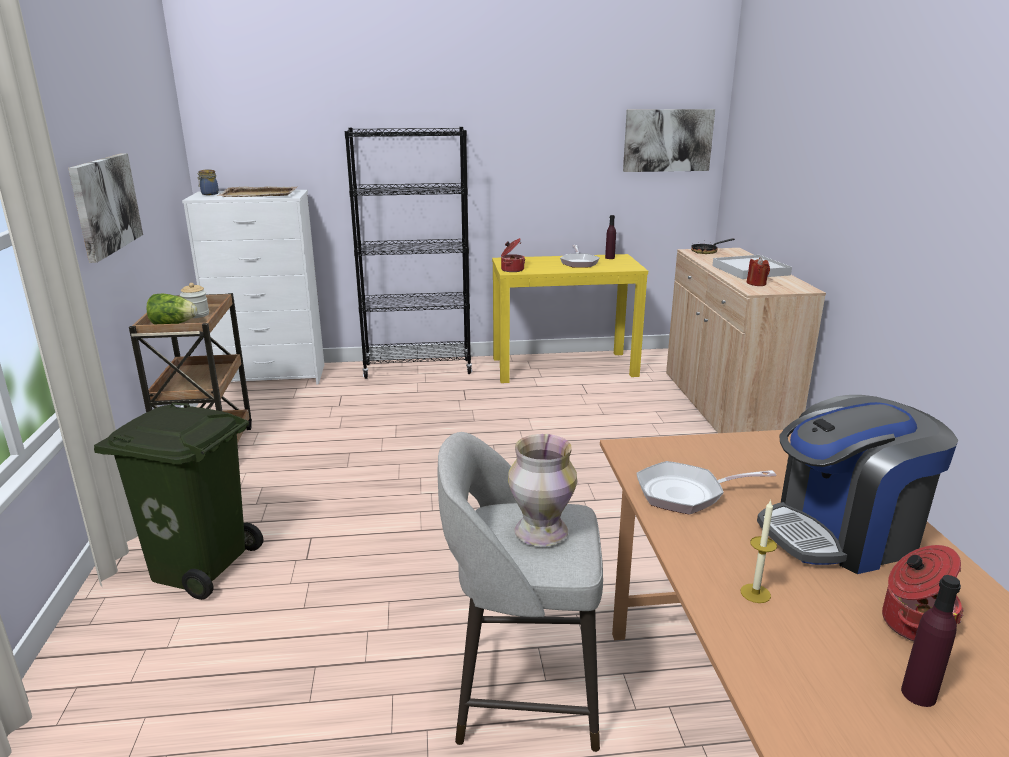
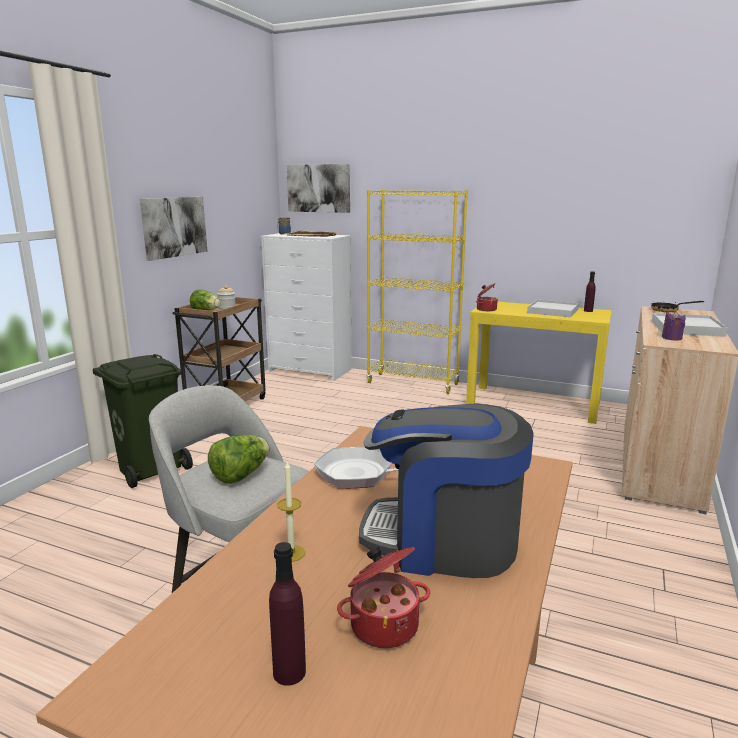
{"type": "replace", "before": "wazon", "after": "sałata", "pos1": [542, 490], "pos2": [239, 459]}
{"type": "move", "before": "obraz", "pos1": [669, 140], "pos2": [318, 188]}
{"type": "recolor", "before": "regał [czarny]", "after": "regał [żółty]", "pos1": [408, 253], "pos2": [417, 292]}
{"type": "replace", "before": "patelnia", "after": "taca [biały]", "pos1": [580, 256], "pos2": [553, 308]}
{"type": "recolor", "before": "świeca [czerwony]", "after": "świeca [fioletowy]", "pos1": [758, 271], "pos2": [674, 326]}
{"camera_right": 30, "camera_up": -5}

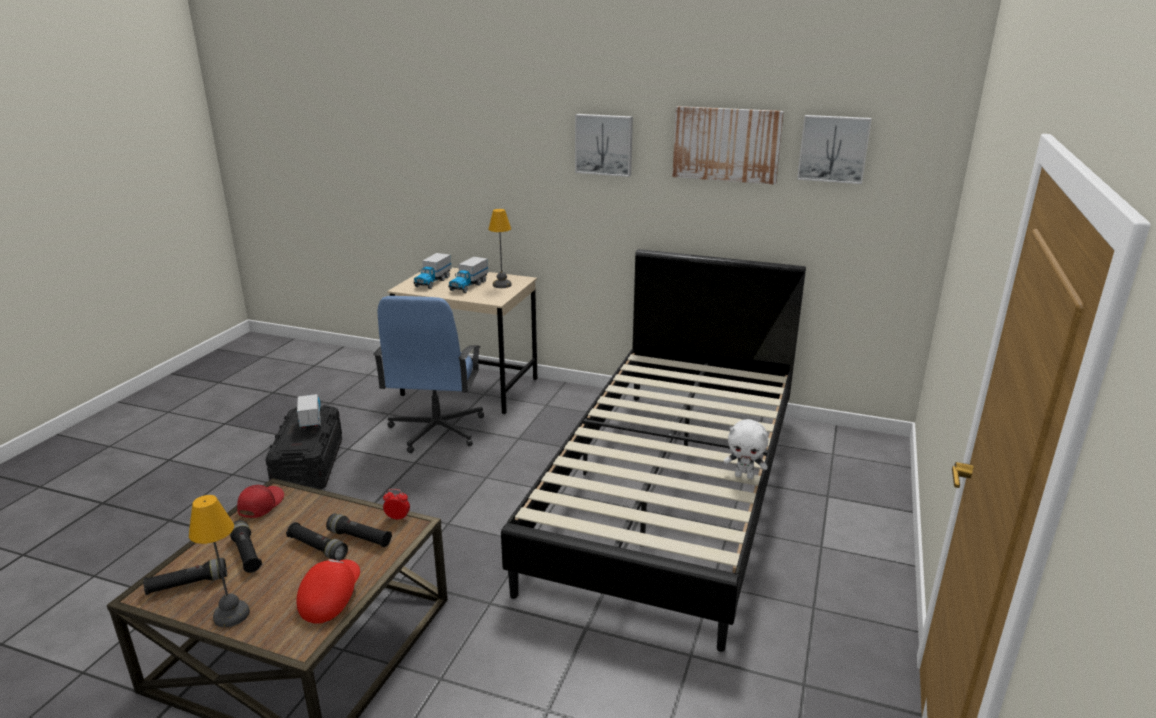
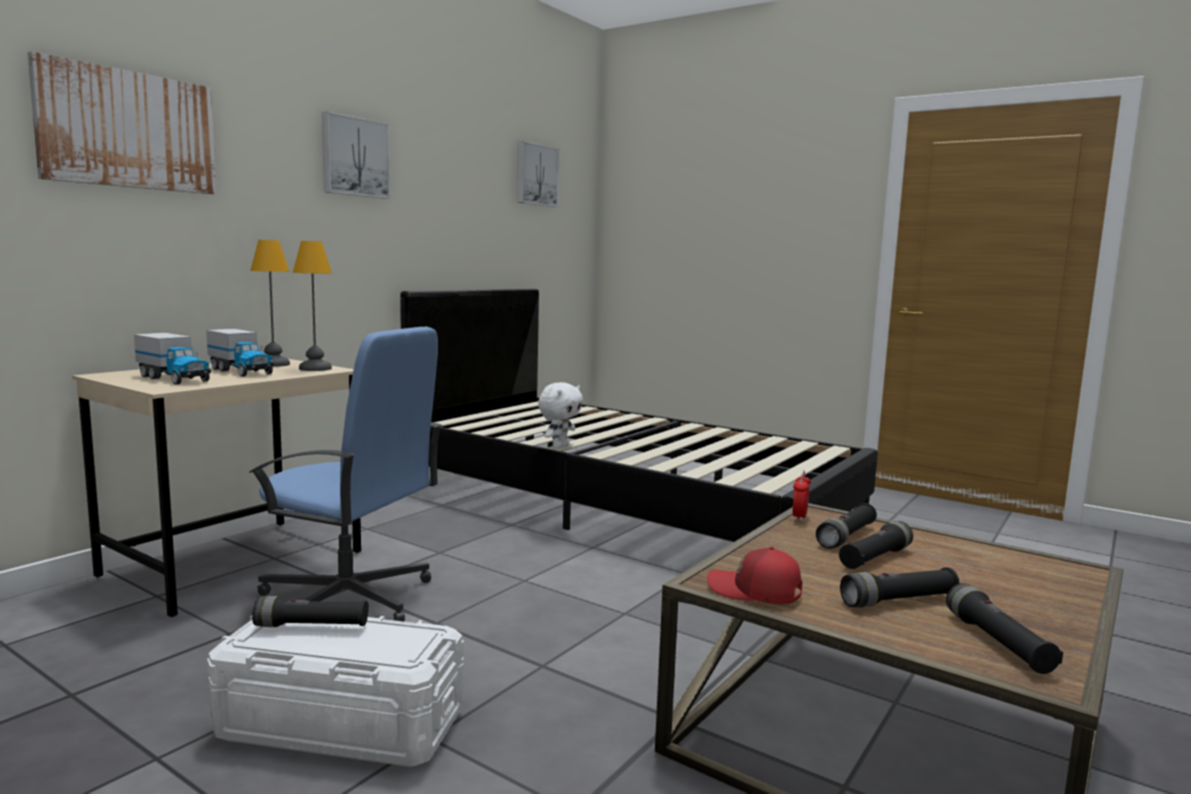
{"type": "move", "before": "obraz", "pos1": [728, 145], "pos2": [121, 122]}
{"type": "recolor", "before": "pojemnik do przechowywania [czarny]", "after": "pojemnik do przechowywania [biały]", "pos1": [304, 447], "pos2": [335, 691]}
{"type": "replace", "before": "ciężarówka zabawkowa", "after": "latarka [czarny]", "pos1": [309, 412], "pos2": [310, 611]}
{"type": "move", "before": "lampa stołowa", "pos1": [219, 561], "pos2": [312, 306]}
{"type": "move", "before": "pluszak [biały]", "pos1": [746, 449], "pos2": [560, 415]}
{"type": "delete", "before": "czapka z daszkiem [czerwony]", "pos1": [328, 591]}
{"camera_right": -75, "camera_up": -15}

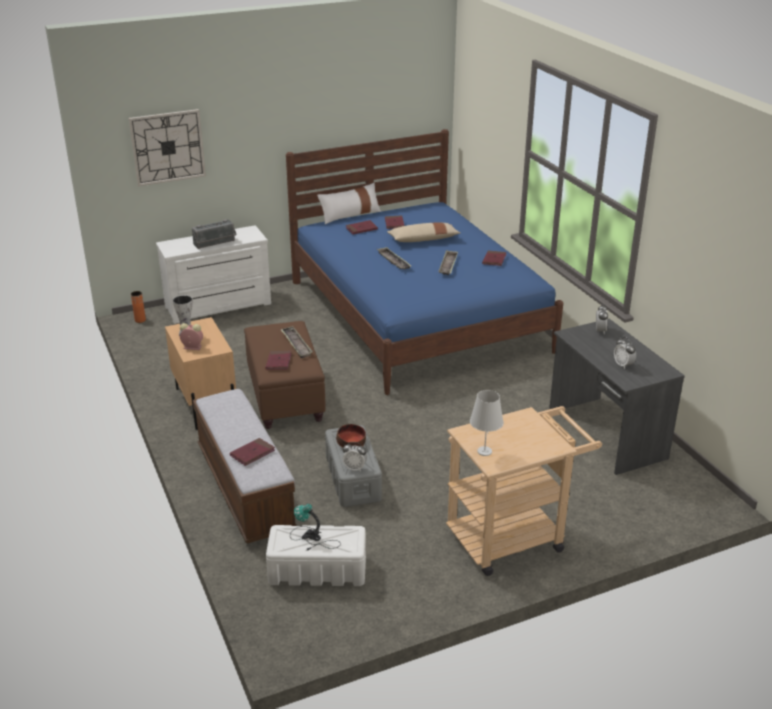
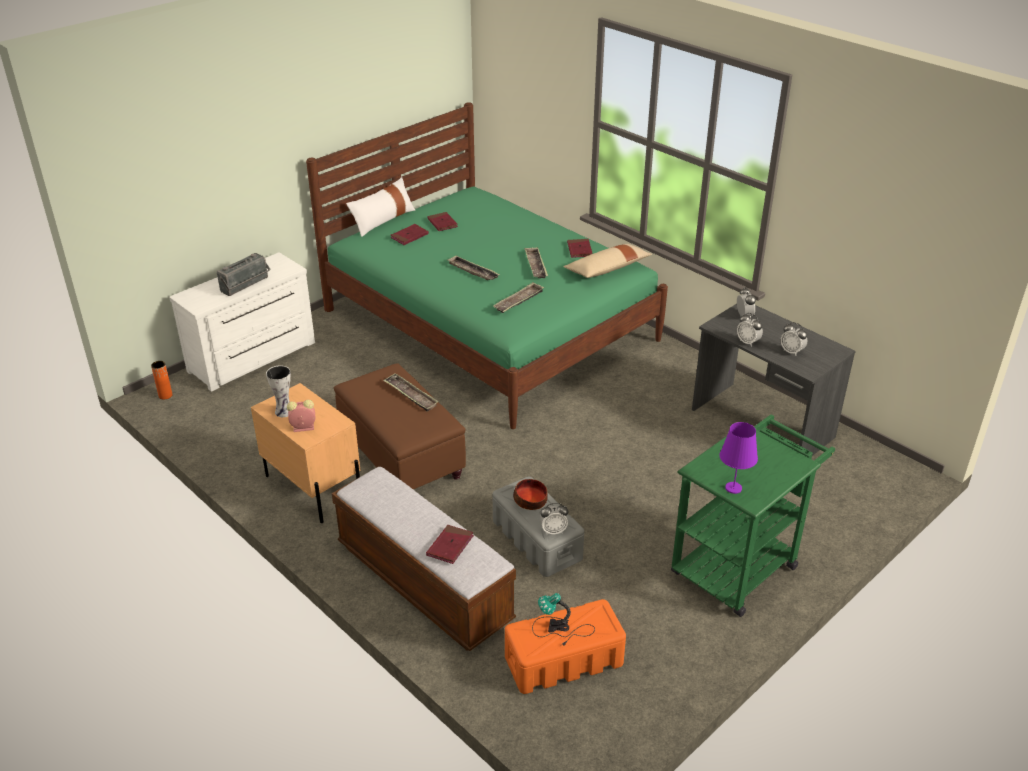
{"type": "recolor", "before": "łóżko [niebieski]", "after": "łóżko [zielony]", "pos1": [424, 262], "pos2": [487, 265]}
{"type": "insert", "after": "taca", "pos2": [518, 297]}
{"type": "recolor", "before": "pojemnik do przechowywania [biały]", "after": "pojemnik do przechowywania [pomarańczowy]", "pos1": [316, 555], "pos2": [565, 646]}
{"type": "move", "before": "poduszka [beżowy]", "pos1": [424, 232], "pos2": [608, 261]}
{"type": "recolor", "before": "wózek [beżowy]", "after": "wózek [zielony]", "pos1": [524, 491], "pos2": [753, 516]}
{"type": "recolor", "before": "lampa stołowa [biały]", "after": "lampa stołowa [fioletowy]", "pos1": [487, 423], "pos2": [738, 458]}
{"type": "insert", "after": "budzik", "pos2": [750, 330]}
{"type": "delete", "before": "zegar ścienny", "pos1": [167, 147]}
{"type": "delete", "before": "książka [czerwony]", "pos1": [278, 360]}
{"camera_right": -20, "camera_up": 5}

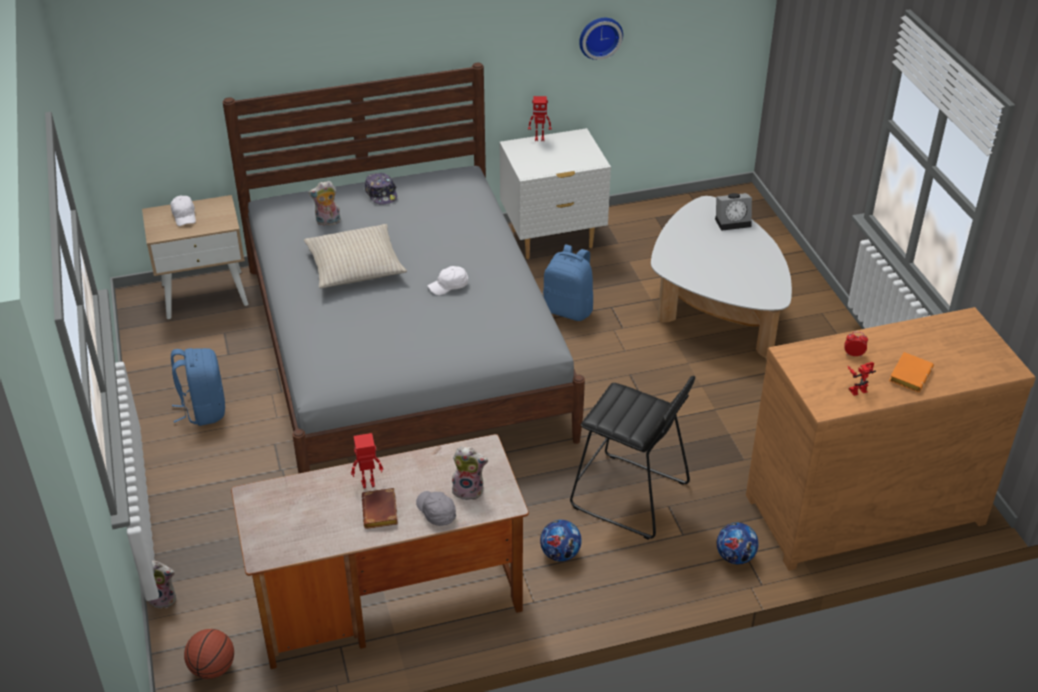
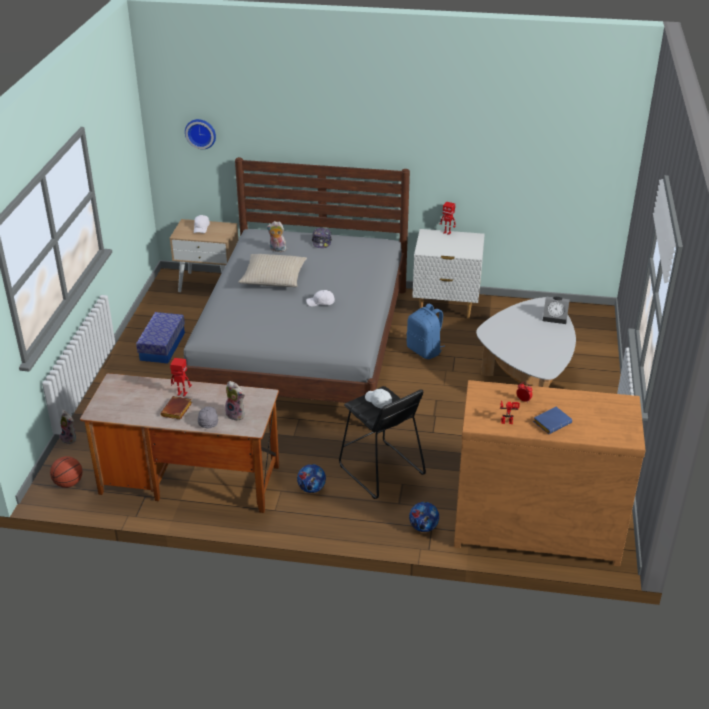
{"type": "replace", "before": "plecak [niebieski]", "after": "pojemnik do przechowywania", "pos1": [198, 387], "pos2": [160, 338]}
{"type": "move", "before": "zegar ścienny", "pos1": [601, 39], "pos2": [200, 134]}
{"type": "insert", "after": "czapka z daszkiem [biały]", "pos2": [378, 399]}
{"type": "recolor", "before": "książka [pomarańczowy]", "after": "książka [niebieski]", "pos1": [911, 372], "pos2": [552, 420]}
{"camera_right": 25, "camera_up": -5}

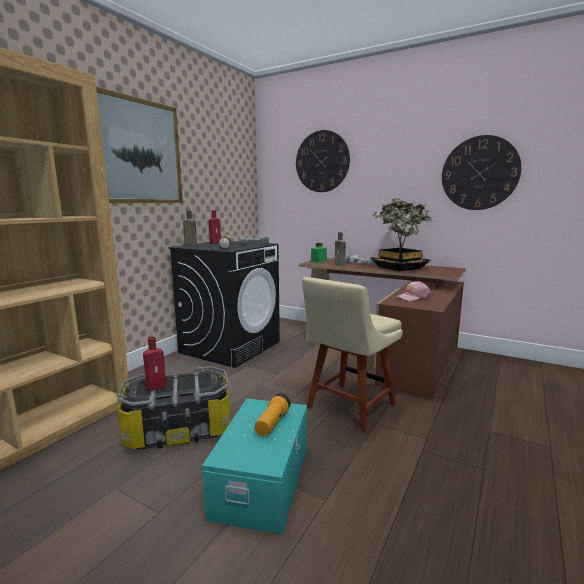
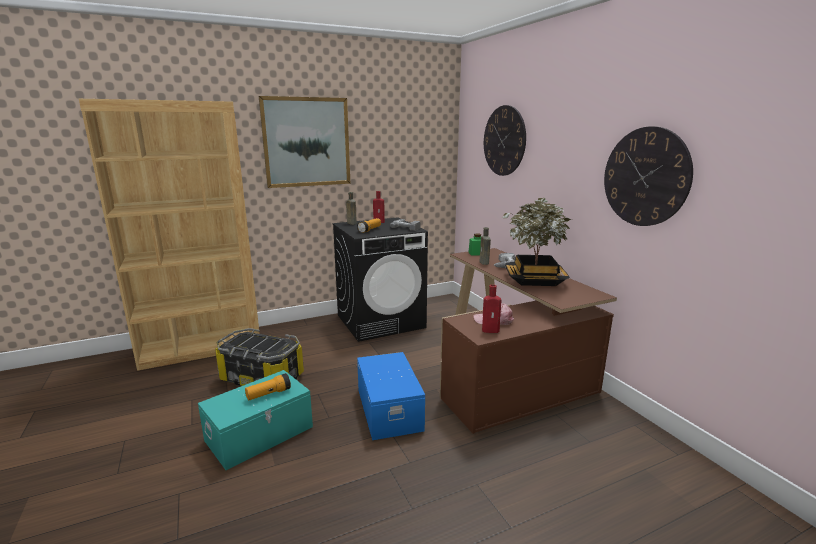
{"type": "replace", "before": "krzesło [beżowy]", "after": "pojemnik do przechowywania [niebieski]", "pos1": [352, 354], "pos2": [391, 396]}
{"type": "move", "before": "butelka [czerwony]", "pos1": [154, 364], "pos2": [491, 308]}
{"camera_right": 35, "camera_up": 5}

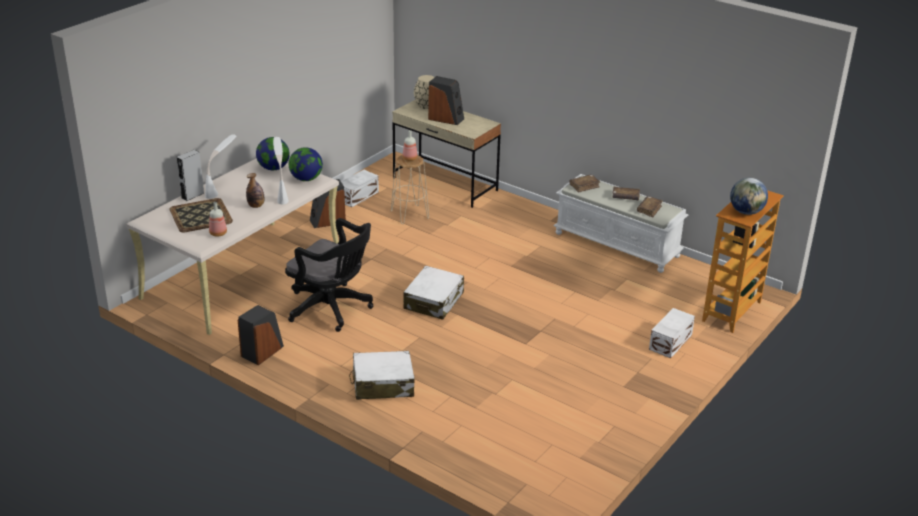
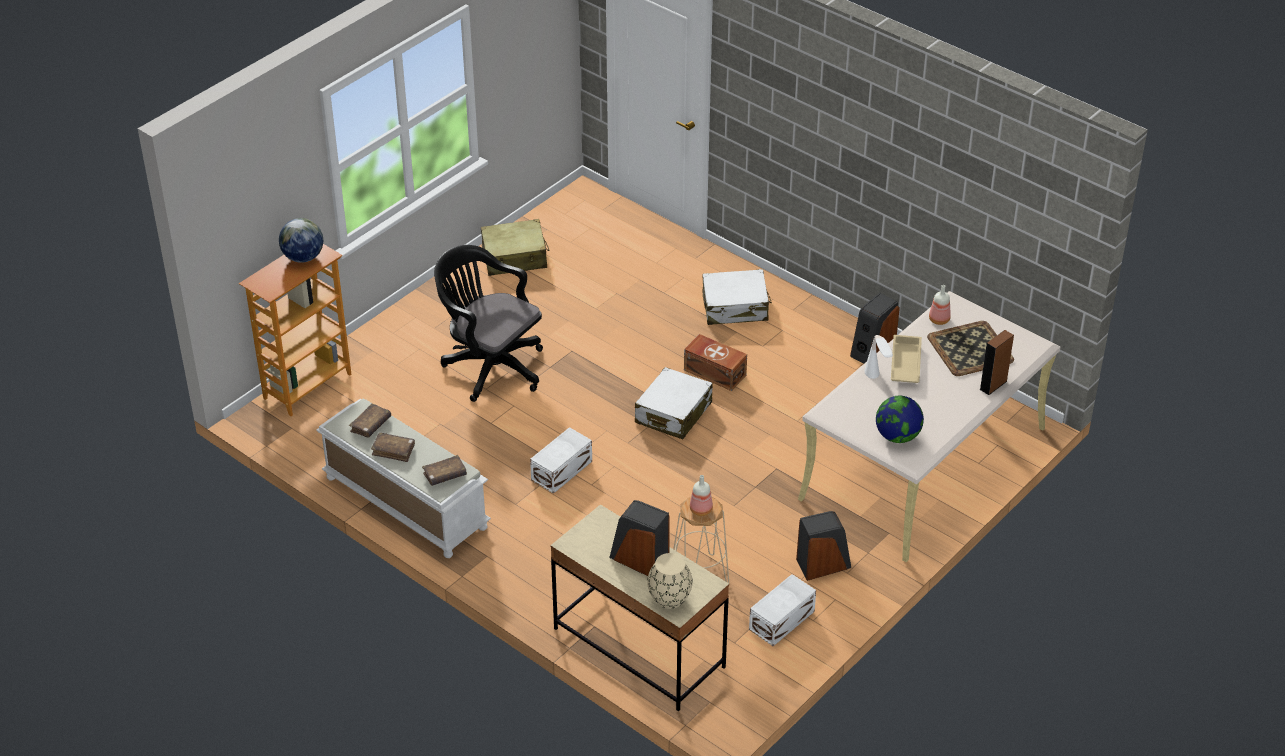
{"type": "move", "before": "krzesło biurowe [czarny]", "pos1": [329, 275], "pos2": [488, 323]}
{"type": "insert", "after": "walizka [beżowy]", "pos2": [515, 247]}
{"type": "move", "before": "pojemnik do przechowywania [biały]", "pos1": [672, 333], "pos2": [561, 460]}
{"type": "insert", "after": "pojemnik do przechowywania [brązowy]", "pos2": [715, 362]}
{"type": "replace", "before": "butelka", "after": "taca [beżowy]", "pos1": [255, 190], "pos2": [906, 359]}
{"type": "recolor", "before": "głośnik [szary]", "after": "głośnik [brązowy]", "pos1": [190, 175], "pos2": [997, 362]}
{"type": "delete", "before": "lampa stołowa [biały]", "pos1": [220, 166]}
{"type": "delete", "before": "globus", "pos1": [306, 164]}
{"camera_right": -175, "camera_up": 10}

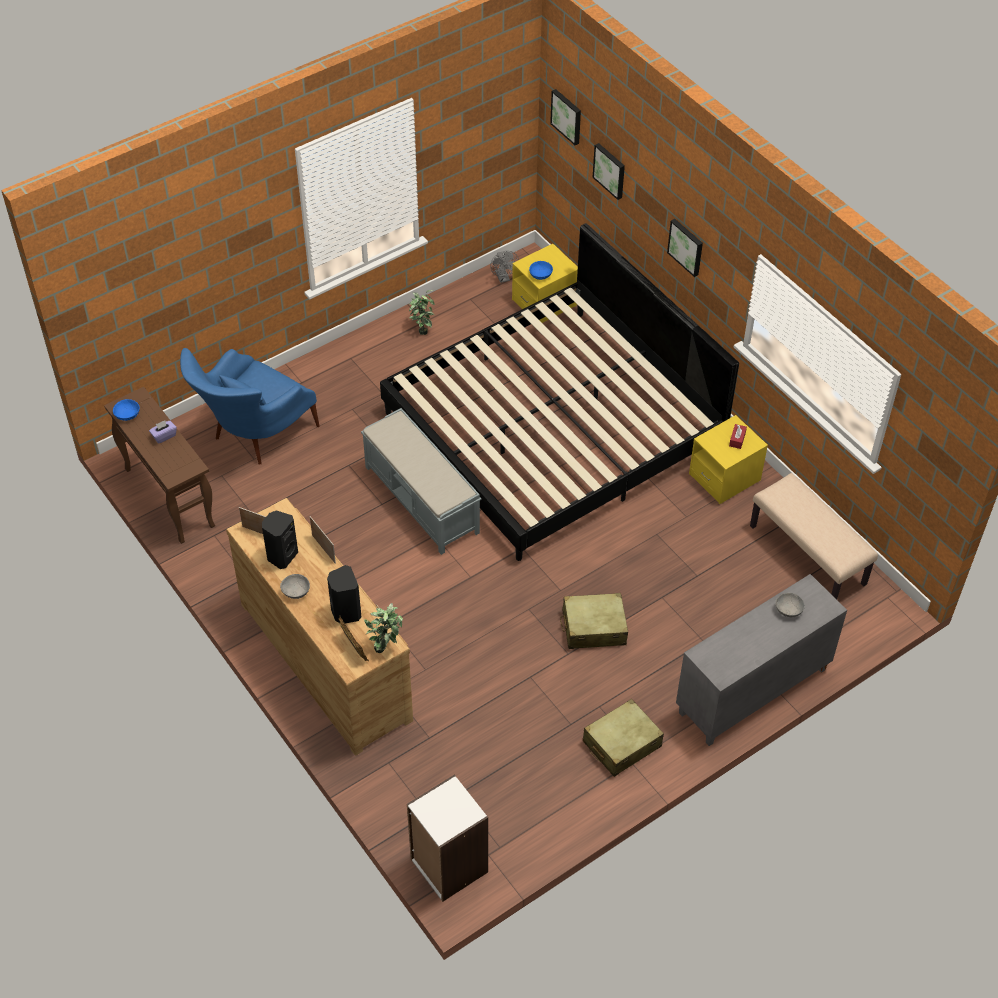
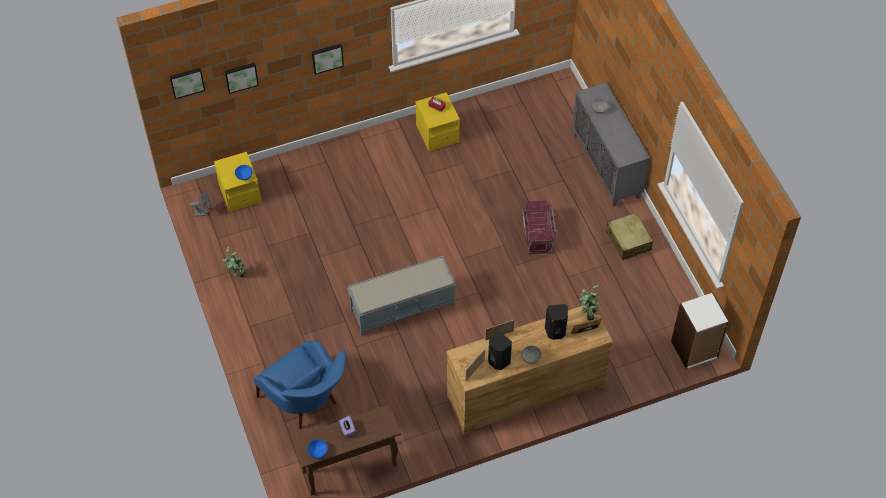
{"type": "replace", "before": "walizka [beżowy]", "after": "pojemnik do przechowywania [czerwony]", "pos1": [594, 621], "pos2": [539, 228]}
{"type": "delete", "before": "łóżko", "pos1": [559, 392]}
{"type": "delete", "before": "ławka [beżowy]", "pos1": [814, 536]}
{"camera_right": -75, "camera_up": 5}

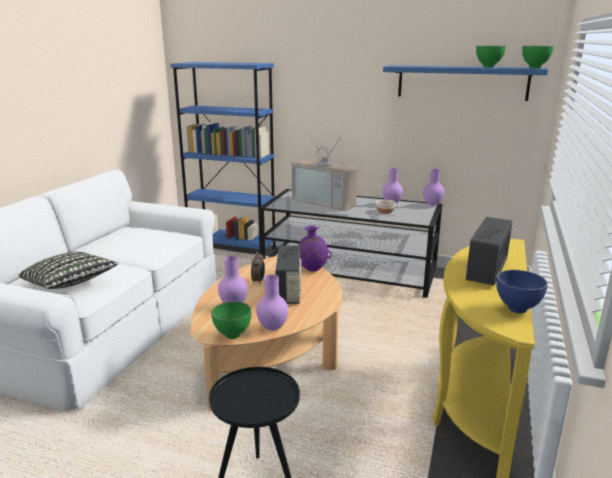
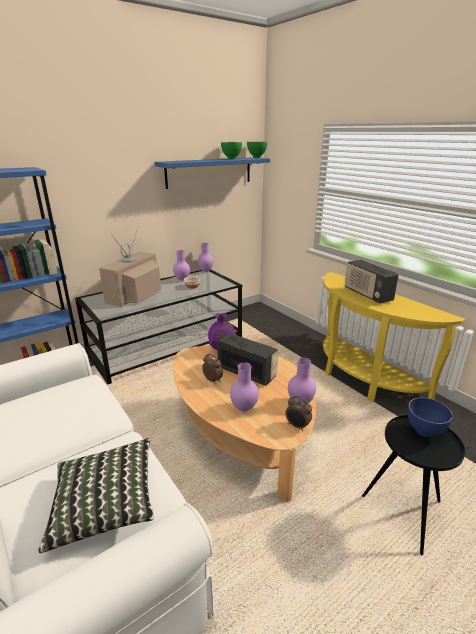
{"type": "rotate", "before": "telewizor", "pos1": [325, 170], "pos2": [130, 267], "turn": 135}
{"type": "replace", "before": "miska [zielony]", "after": "budzik", "pos1": [231, 320], "pos2": [298, 413]}
{"type": "move", "before": "miska [niebieski]", "pos1": [522, 291], "pos2": [430, 417]}
{"camera_right": -55, "camera_up": 5}

